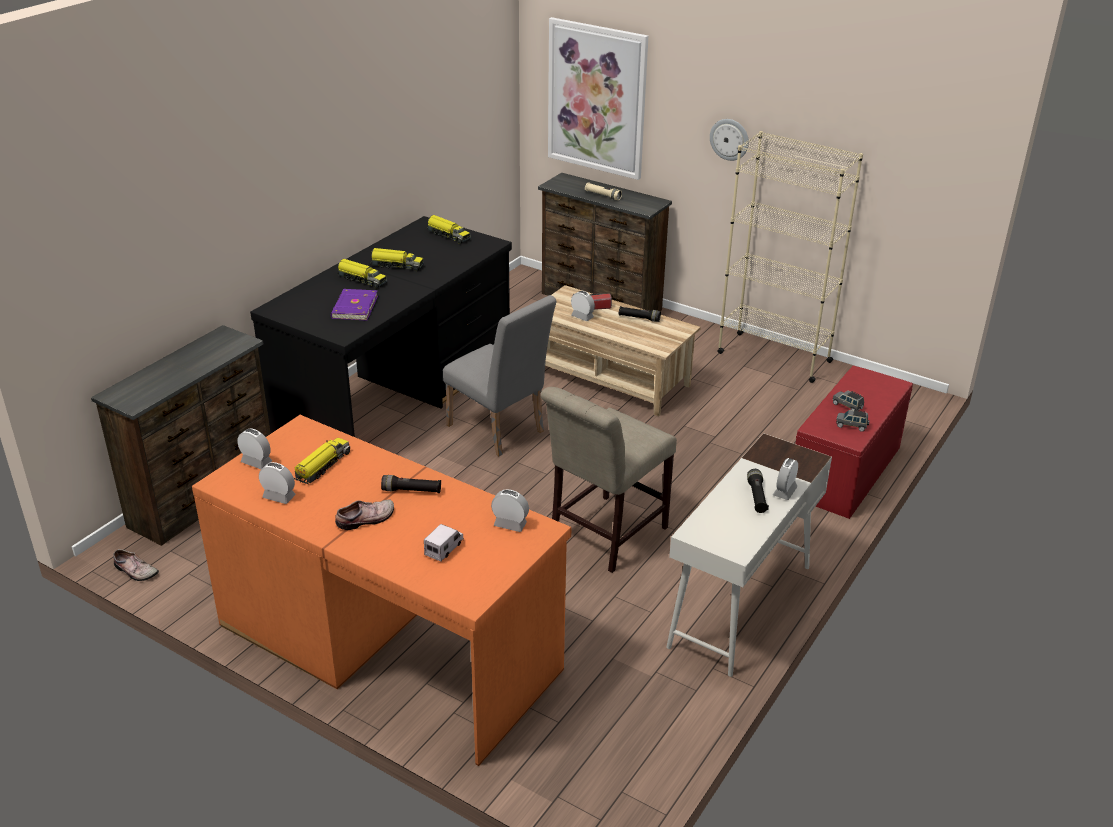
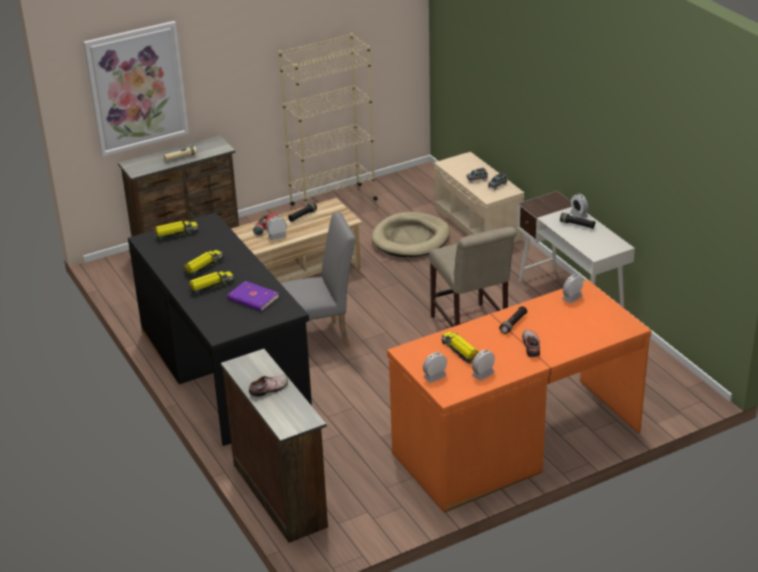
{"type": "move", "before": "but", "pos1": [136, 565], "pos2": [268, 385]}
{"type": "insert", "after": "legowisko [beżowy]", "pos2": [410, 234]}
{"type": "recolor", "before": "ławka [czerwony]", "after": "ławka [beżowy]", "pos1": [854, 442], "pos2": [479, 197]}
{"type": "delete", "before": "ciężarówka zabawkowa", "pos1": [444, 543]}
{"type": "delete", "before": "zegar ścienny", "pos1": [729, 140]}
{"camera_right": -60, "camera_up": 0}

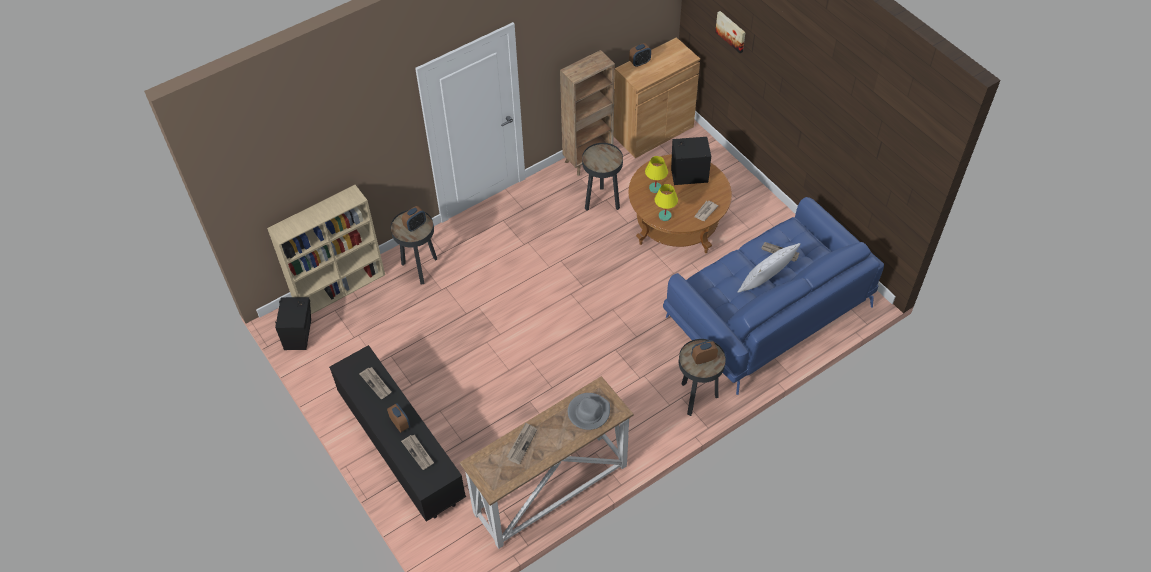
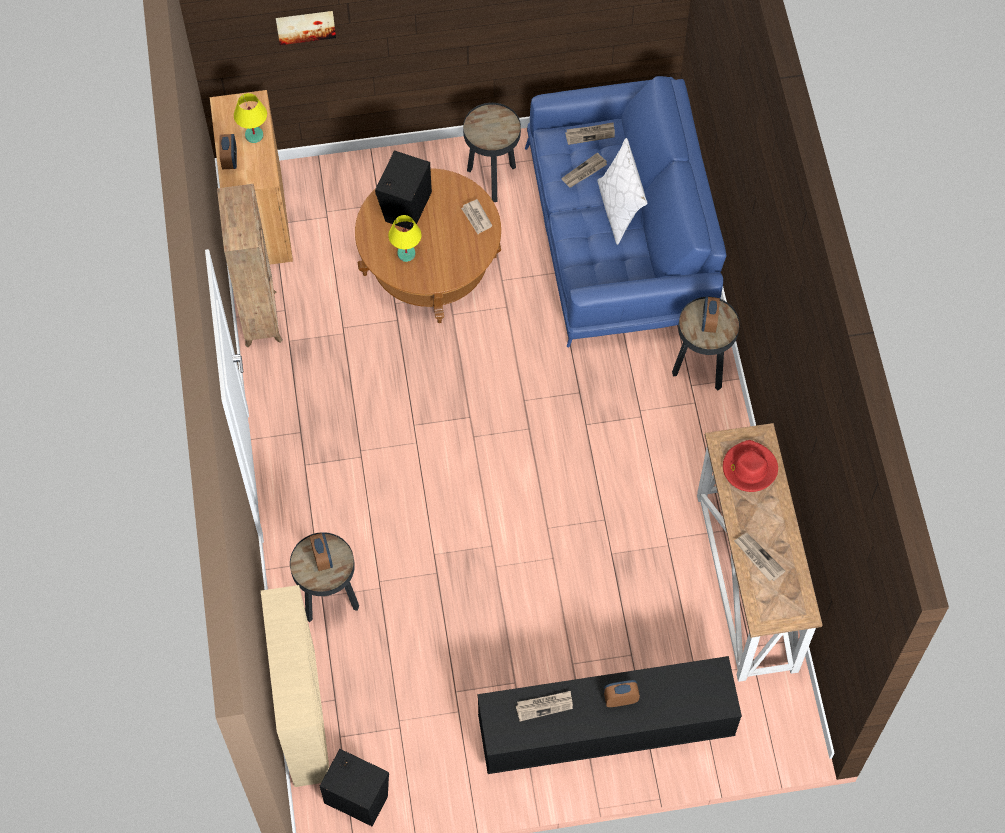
{"type": "move", "before": "lampa stołowa [żółty]", "pos1": [666, 202], "pos2": [250, 118]}
{"type": "move", "before": "stolik [czarny]", "pos1": [602, 177], "pos2": [492, 152]}
{"type": "move", "before": "gazeta", "pos1": [417, 452], "pos2": [590, 133]}
{"type": "recolor", "before": "kapelusz [szary]", "after": "kapelusz [czerwony]", "pos1": [589, 411], "pos2": [750, 466]}
{"camera_right": -65, "camera_up": 10}

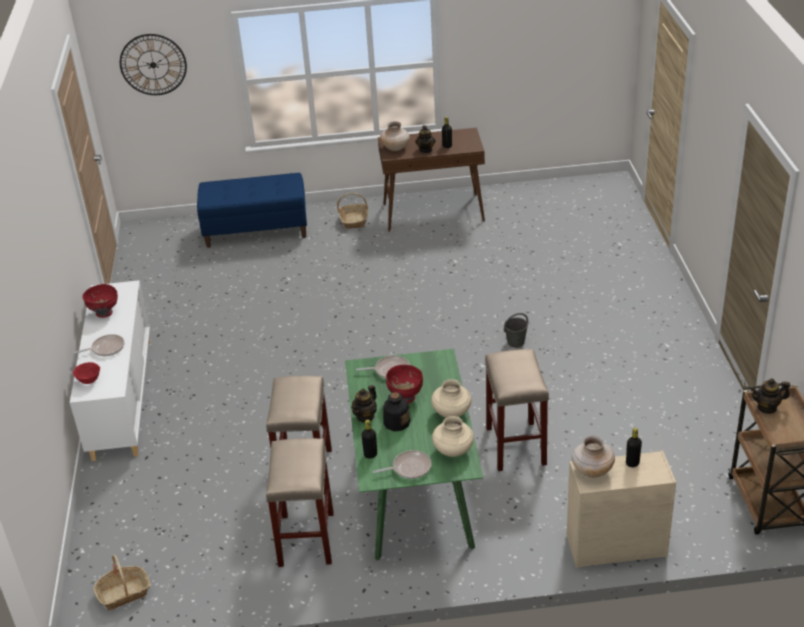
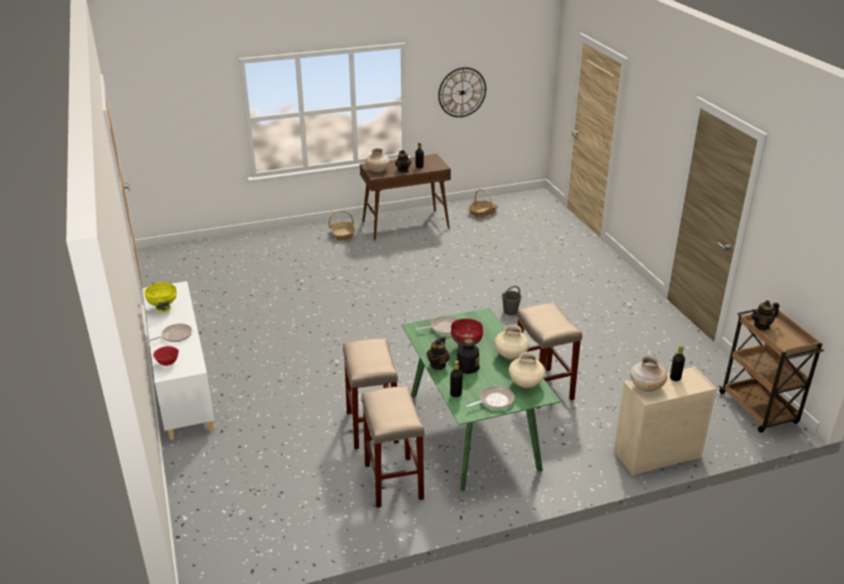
{"type": "recolor", "before": "miska [czerwony]", "after": "miska [żółty]", "pos1": [100, 301], "pos2": [160, 297]}
{"type": "move", "before": "zegar ścienny", "pos1": [153, 64], "pos2": [462, 92]}
{"type": "move", "before": "koszyk", "pos1": [122, 582], "pos2": [483, 203]}
{"type": "delete", "before": "ławka [niebieski]", "pos1": [252, 210]}
{"camera_right": -15, "camera_up": -5}

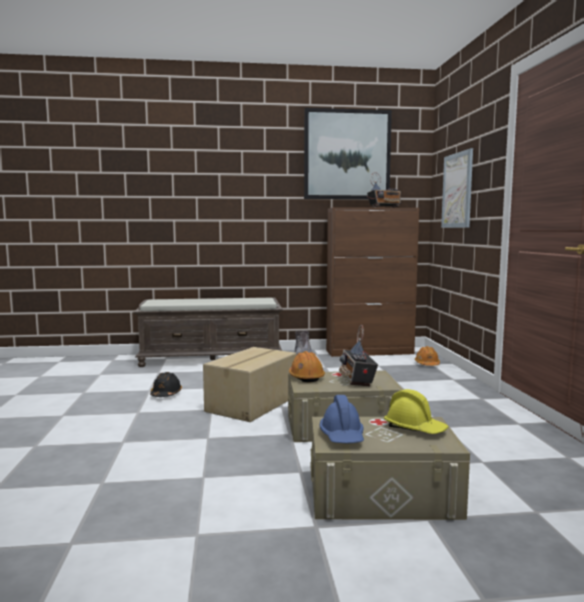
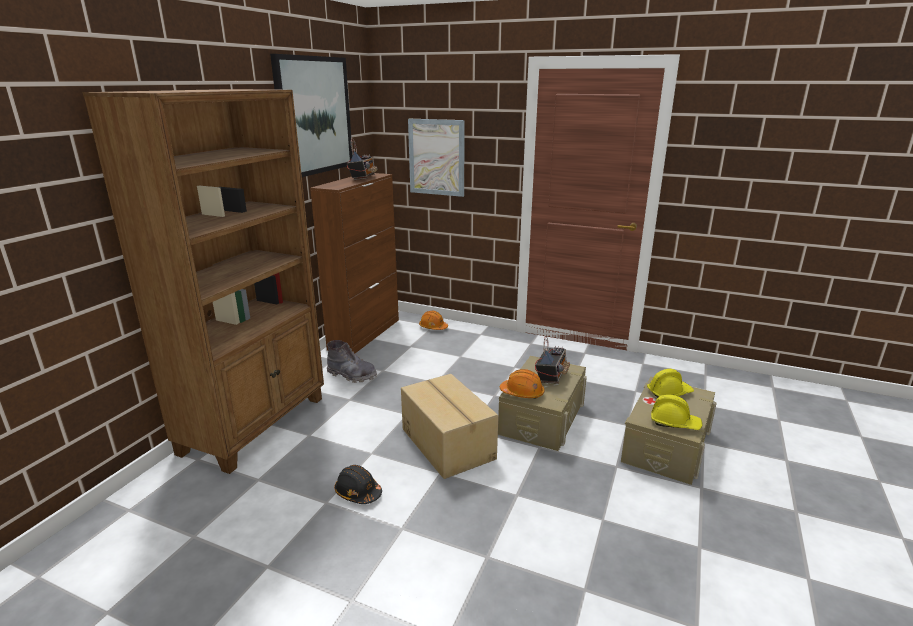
{"type": "replace", "before": "ławka [brązowy]", "after": "regał [brązowy]", "pos1": [208, 332], "pos2": [203, 281]}
{"type": "rotate", "before": "radio", "pos1": [358, 355], "pos2": [552, 360], "turn": -90}
{"type": "recolor", "before": "kask [niebieski]", "after": "kask [żółty]", "pos1": [342, 419], "pos2": [677, 412]}
{"camera_right": -60, "camera_up": 15}

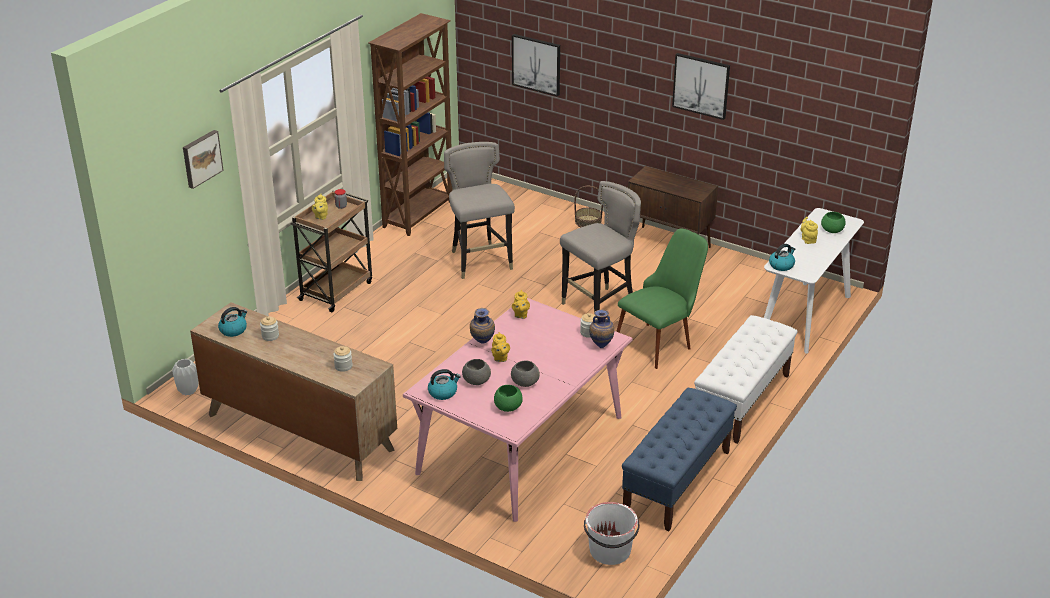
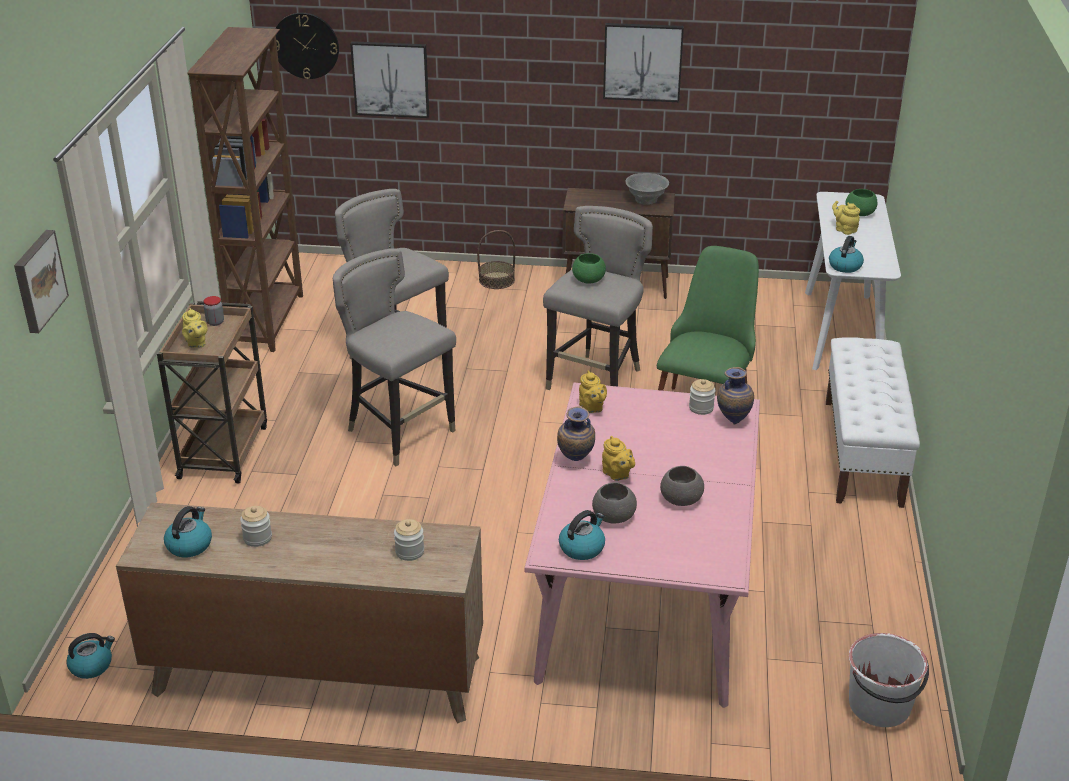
{"type": "replace", "before": "wazon [biały]", "after": "czajnik", "pos1": [185, 377], "pos2": [90, 656]}
{"type": "insert", "after": "zegar ścienny", "pos2": [307, 46]}
{"type": "insert", "after": "stołek [szary]", "pos2": [394, 357]}
{"type": "move", "before": "miska [zielony]", "pos1": [508, 398], "pos2": [589, 268]}
{"type": "insert", "after": "miska [szary]", "pos2": [647, 189]}
{"type": "delete", "before": "ławka [niebieski]", "pos1": [679, 459]}
{"camera_right": -25, "camera_up": 0}

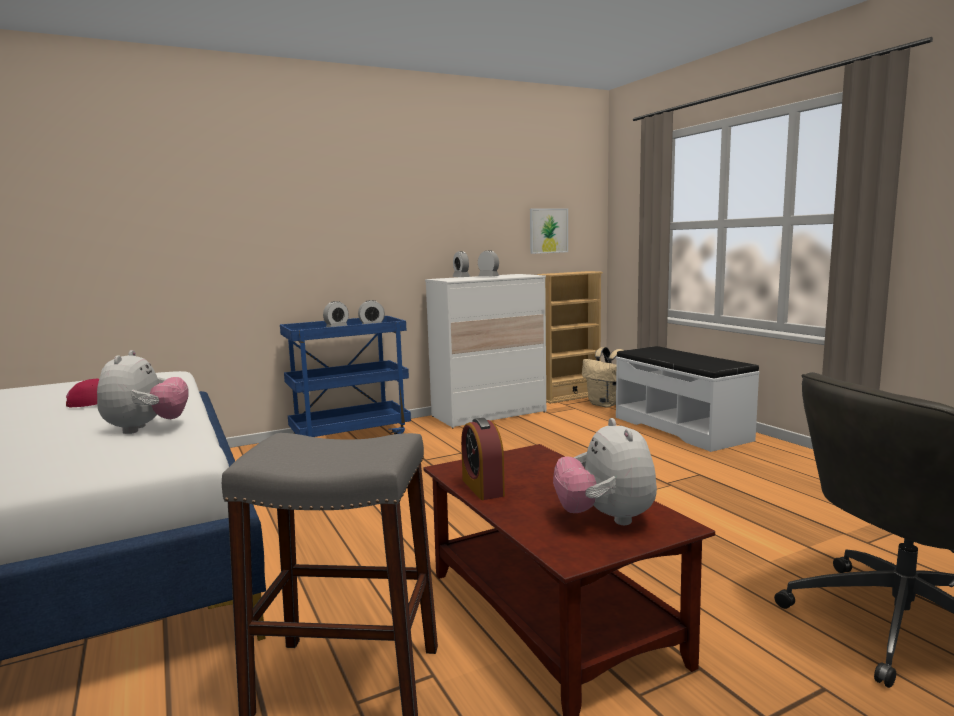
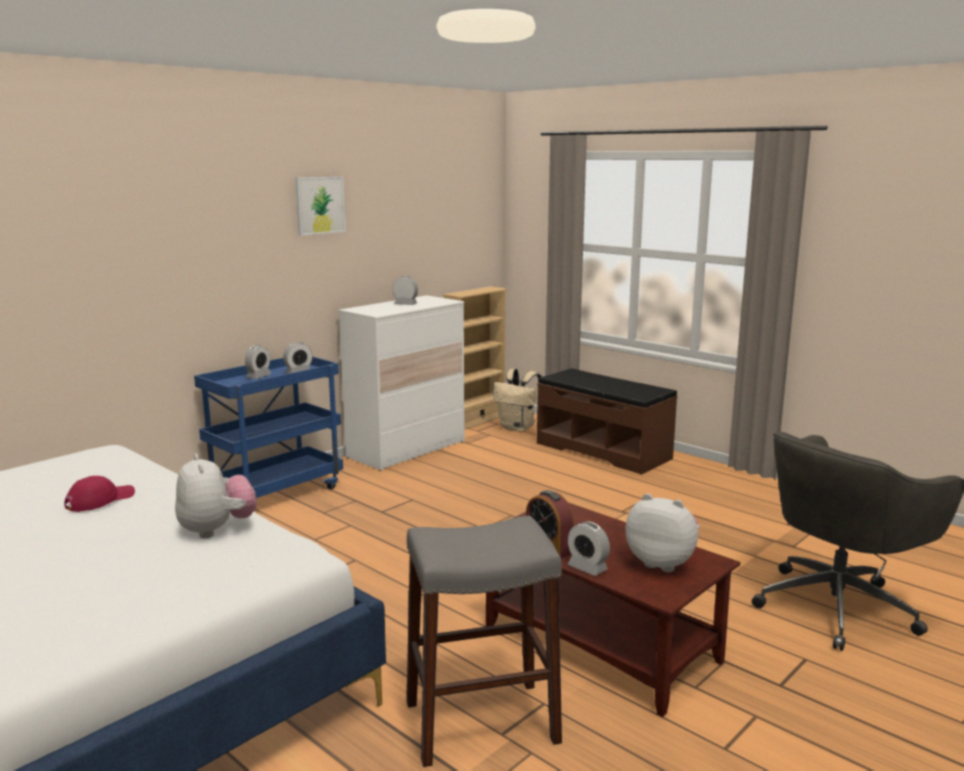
{"type": "move", "before": "obraz", "pos1": [549, 231], "pos2": [320, 206]}
{"type": "recolor", "before": "ławka [biały]", "after": "ławka [brązowy]", "pos1": [688, 399], "pos2": [607, 421]}
{"type": "move", "before": "budzik", "pos1": [461, 264], "pos2": [589, 548]}
{"type": "rotate", "before": "pluszak", "pos1": [605, 471], "pos2": [663, 532], "turn": 150}
{"camera_right": -20, "camera_up": 5}

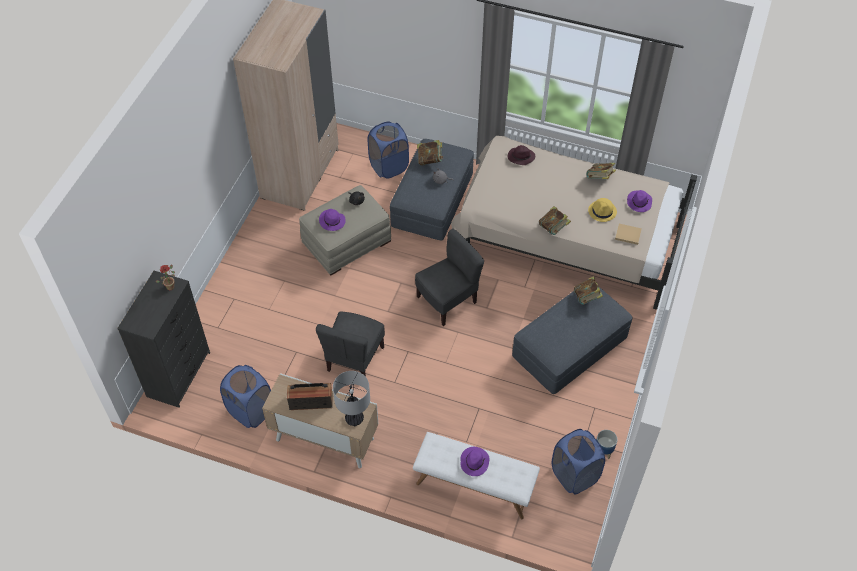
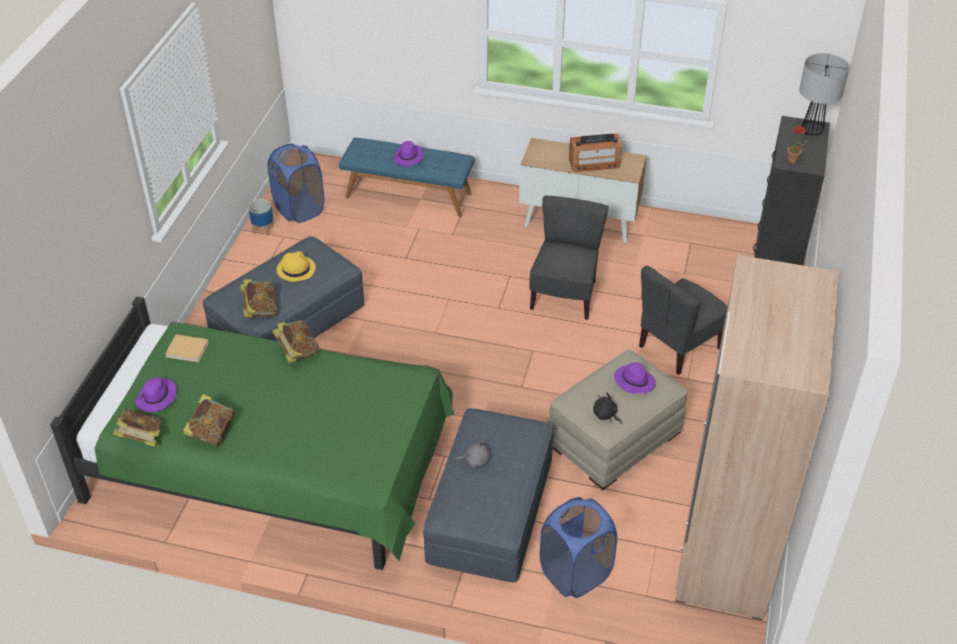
{"type": "recolor", "before": "łóżko [beżowy]", "after": "łóżko [zielony]", "pos1": [574, 223], "pos2": [252, 433]}
{"type": "move", "before": "książka", "pos1": [430, 152], "pos2": [137, 428]}
{"type": "move", "before": "kapelusz [żółty]", "pos1": [602, 210], "pos2": [296, 266]}
{"type": "recolor", "before": "ławka [biały]", "after": "ławka [niebieski]", "pos1": [476, 475], "pos2": [407, 177]}
{"type": "move", "before": "krzesło [szary]", "pos1": [449, 277], "pos2": [683, 320]}
{"type": "move", "before": "lampa stołowa", "pos1": [351, 398], "pos2": [824, 94]}
{"type": "delete", "before": "kosz na pranie [niebieski]", "pos1": [245, 396]}
{"type": "delete", "before": "kapelusz [fioletowy]", "pos1": [521, 155]}
{"camera_right": 175, "camera_up": -10}

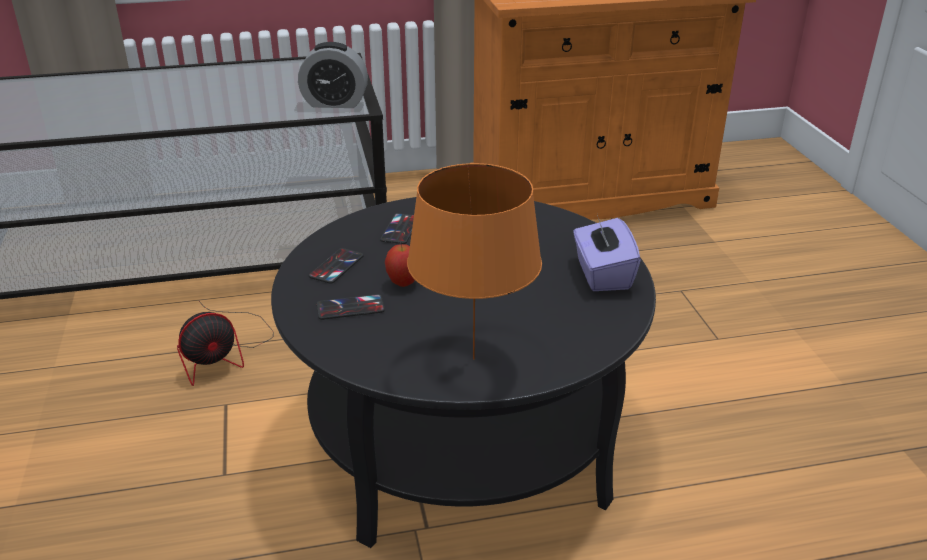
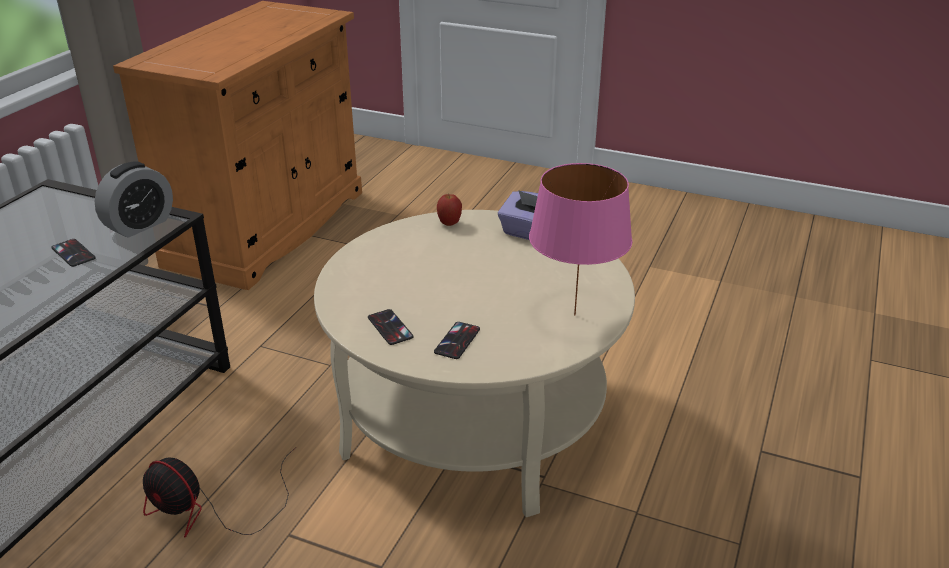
{"type": "move", "before": "telefon", "pos1": [397, 228], "pos2": [73, 253]}
{"type": "rotate", "before": "wentylator", "pos1": [225, 343], "pos2": [219, 492], "turn": 120}
{"type": "recolor", "before": "ława [czarny]", "after": "ława [beżowy]", "pos1": [463, 372], "pos2": [474, 363]}
{"type": "move", "before": "jabłko", "pos1": [400, 265], "pos2": [449, 210]}
{"type": "recolor", "before": "lampa stołowa [pomarańczowy]", "after": "lampa stołowa [różowy]", "pos1": [474, 261], "pos2": [580, 239]}
{"camera_right": -55, "camera_up": 0}

